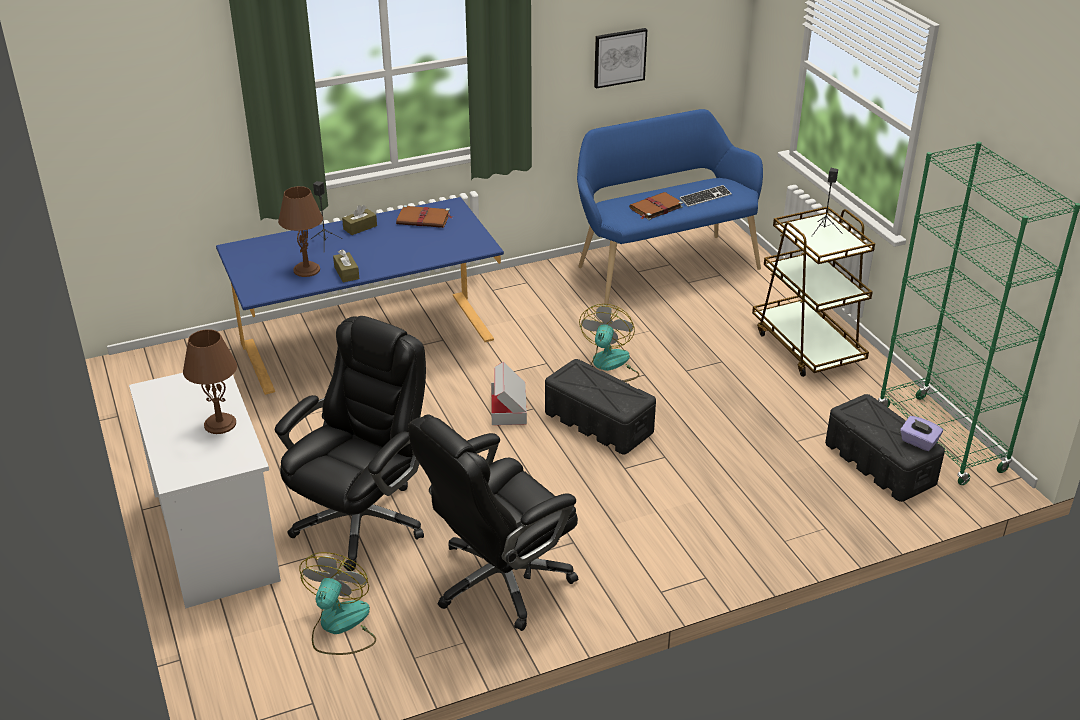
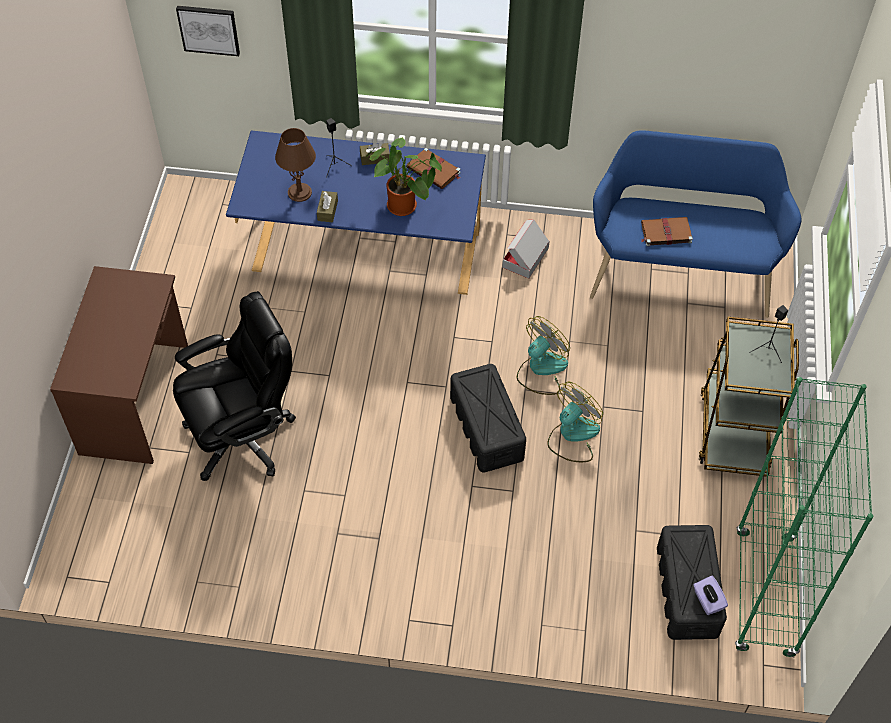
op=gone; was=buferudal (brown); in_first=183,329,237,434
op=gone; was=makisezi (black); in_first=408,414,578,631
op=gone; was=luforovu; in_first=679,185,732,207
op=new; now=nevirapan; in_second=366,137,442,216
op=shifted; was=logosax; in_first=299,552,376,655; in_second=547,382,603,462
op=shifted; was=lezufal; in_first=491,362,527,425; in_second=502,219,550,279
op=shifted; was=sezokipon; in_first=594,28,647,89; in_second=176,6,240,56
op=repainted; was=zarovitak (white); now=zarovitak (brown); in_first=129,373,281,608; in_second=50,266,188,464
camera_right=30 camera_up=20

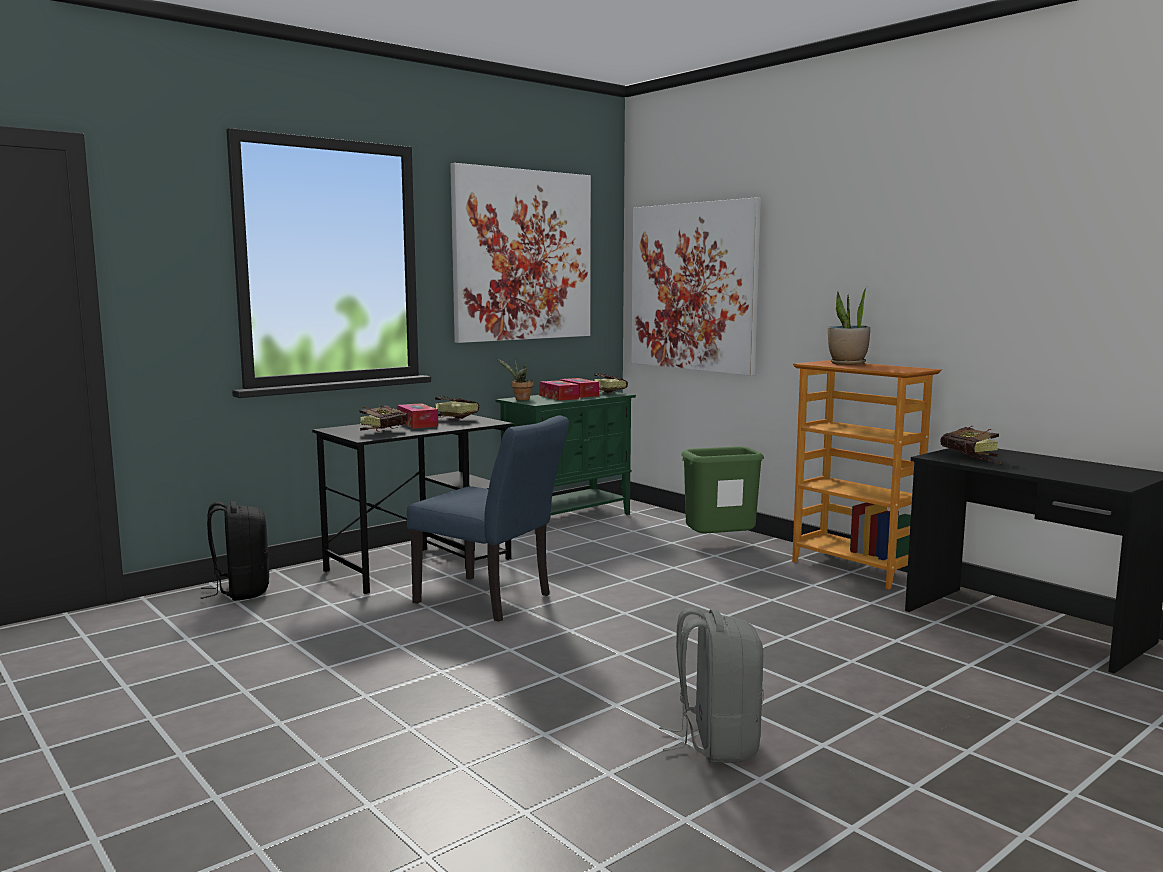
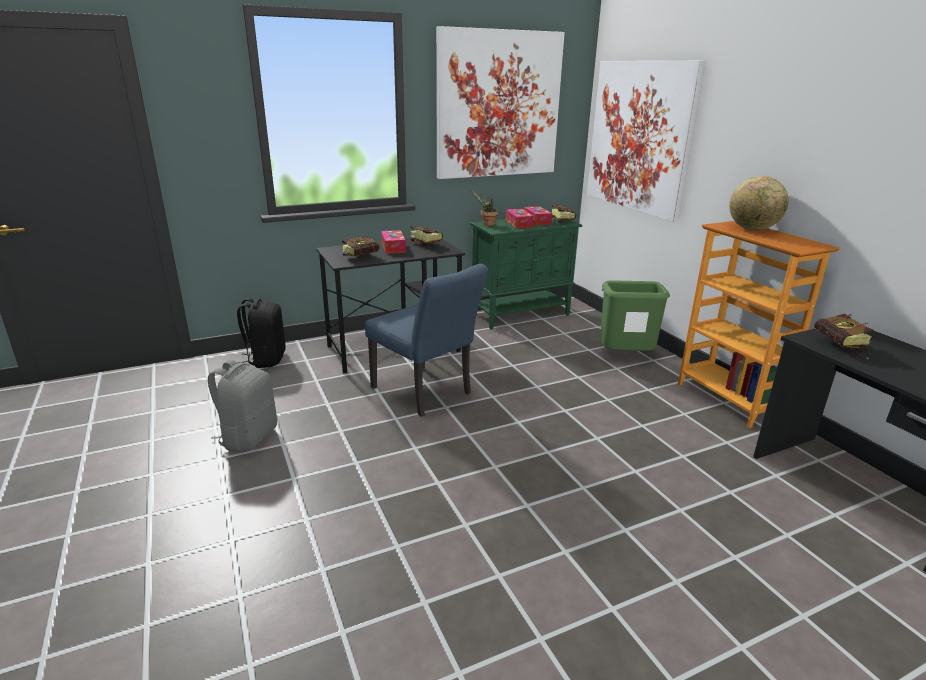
op=shifted; was=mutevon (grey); in_first=659,607,764,763; in_second=208,360,277,452
op=swapped; was=nevirapan; now=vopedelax; in_first=828,286,870,365; in_second=729,176,789,230
camera_right=15 camera_up=15

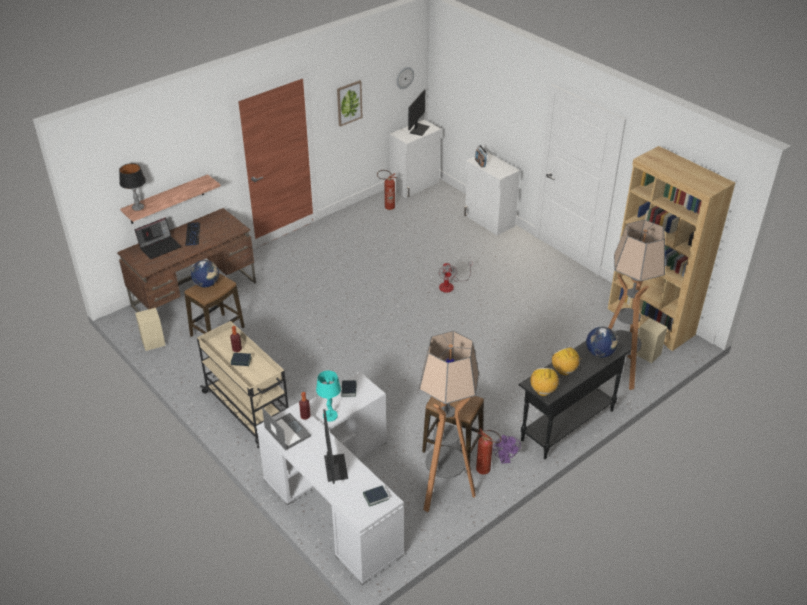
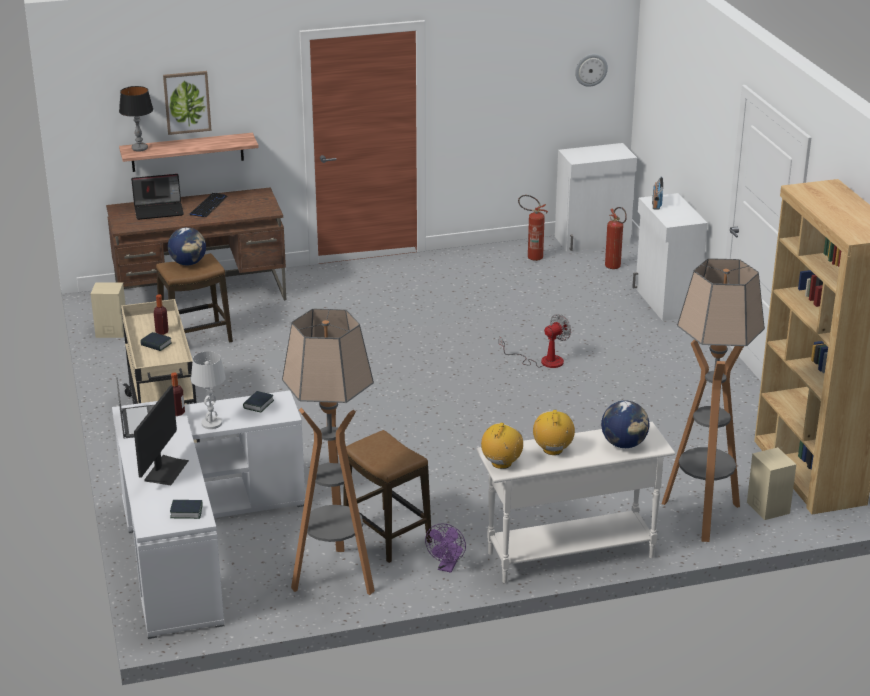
op=gone; was=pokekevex; in_first=408,89,430,136
op=shifted; was=sezokipon; in_first=337,80,362,127; in_second=163,71,212,135
op=shifted; was=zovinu; in_first=476,428,501,475; in_second=605,207,627,269
op=repainted; was=buferudal (turquoise); now=buferudal (white); in_first=316,371,341,422; in_second=191,351,226,429
op=repainted; was=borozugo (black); now=borozugo (white); in_first=519,341,631,459; in_second=476,422,675,583
op=rotated; was=logosax; in_first=438,261,472,293; in_second=499,314,571,368; clockwise=-150
camera_right=25 camera_up=-10

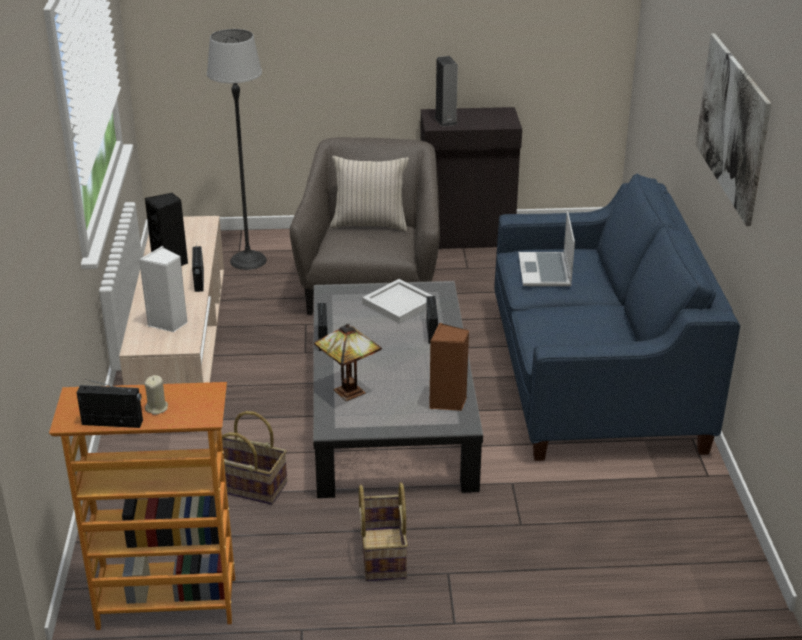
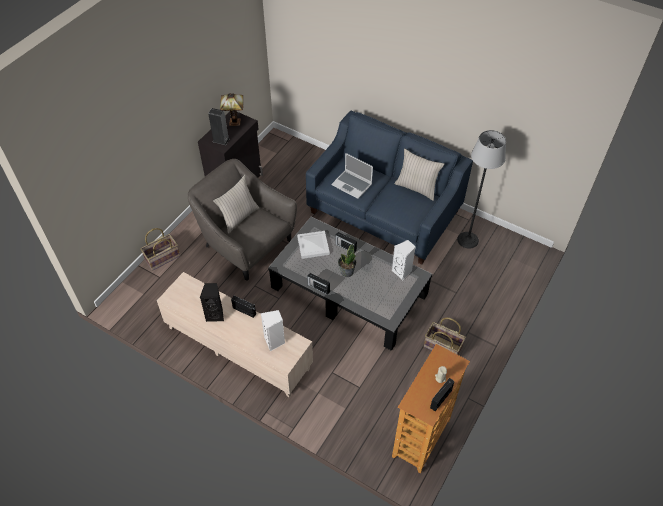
op=gone; was=sezokipon; in_first=696,33,772,226
op=new; now=nevirapan; in_second=338,243,356,277
op=new; now=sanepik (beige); in_second=395,148,444,201
op=shifted; was=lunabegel; in_first=207,29,267,270; in_second=457,130,506,249
op=shifted; was=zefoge; in_first=220,411,287,505; in_second=140,228,180,271
op=shifted; was=buferudal; in_first=314,324,382,401; in_second=220,93,243,126
op=repainted; was=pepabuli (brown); now=pepabuli (white); in_first=429,323,469,411; in_second=391,240,416,281
camera_right=-55 camera_up=20

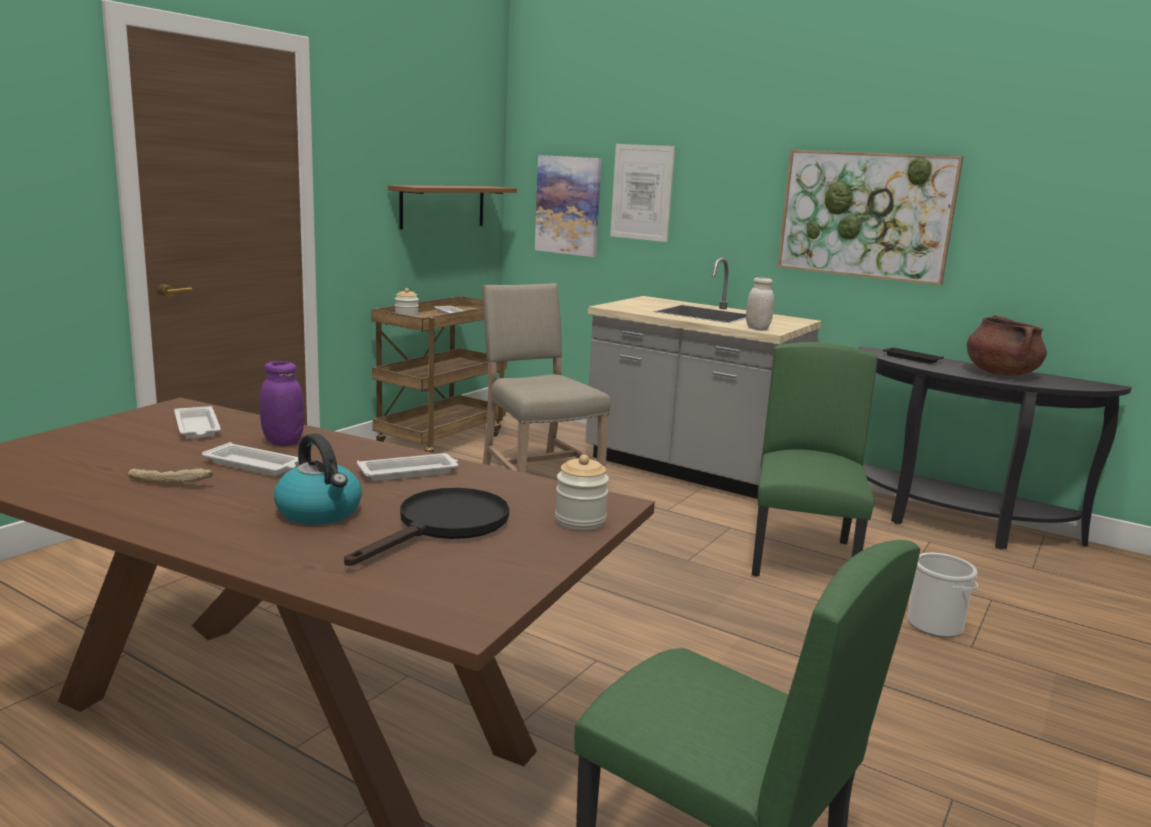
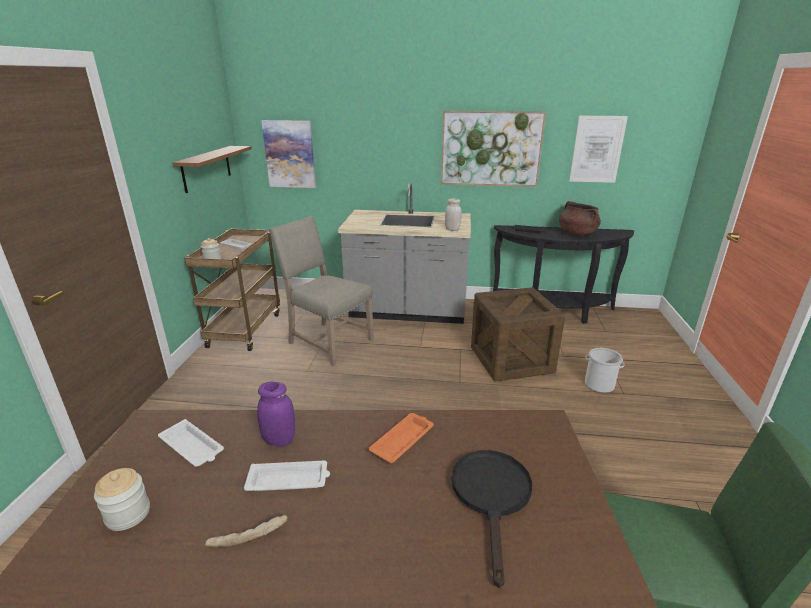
op=gone; was=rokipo; in_first=274,433,362,525
op=shifted; was=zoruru; in_first=555,455,609,530; in_second=94,468,150,531
op=shifted; was=sezokipon; in_first=610,144,675,242; in_second=569,116,628,183
op=swapped; was=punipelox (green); now=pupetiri; in_first=752,342,878,576; in_second=471,287,565,382
op=repainted; was=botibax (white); now=botibax (orange); in_first=357,453,458,481; in_second=369,413,434,463
camera_right=-25 camera_up=10

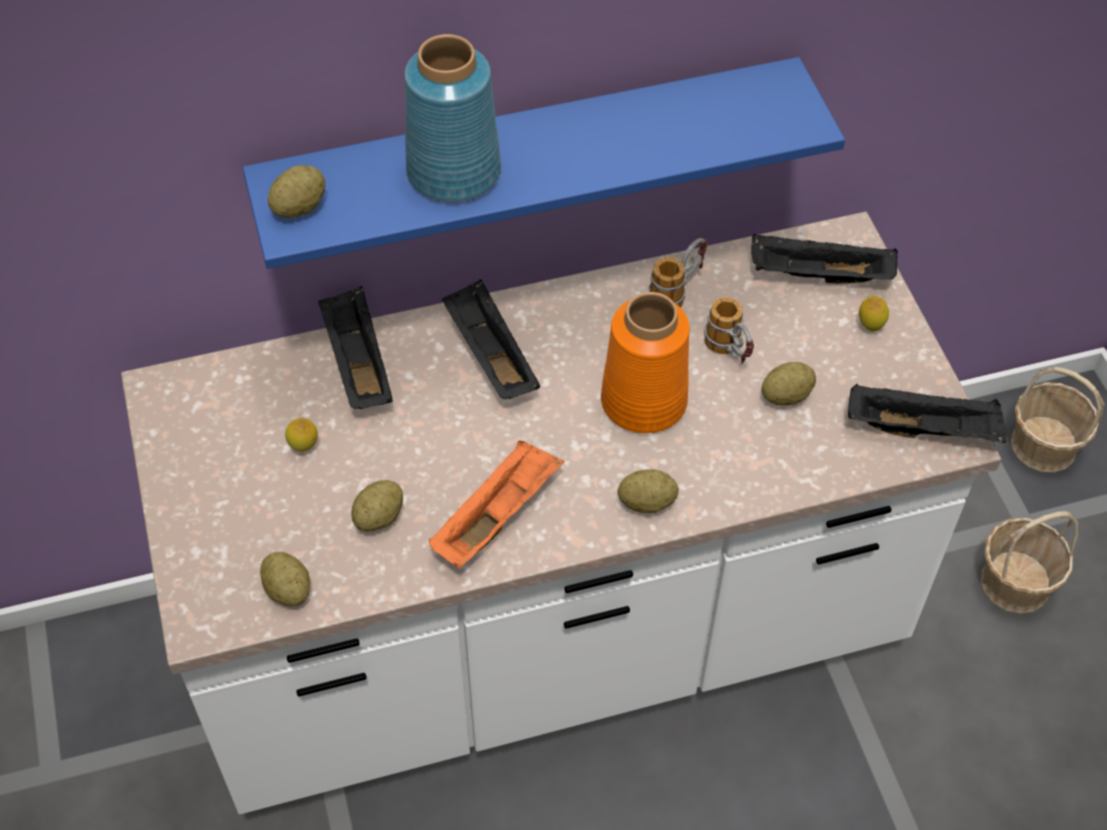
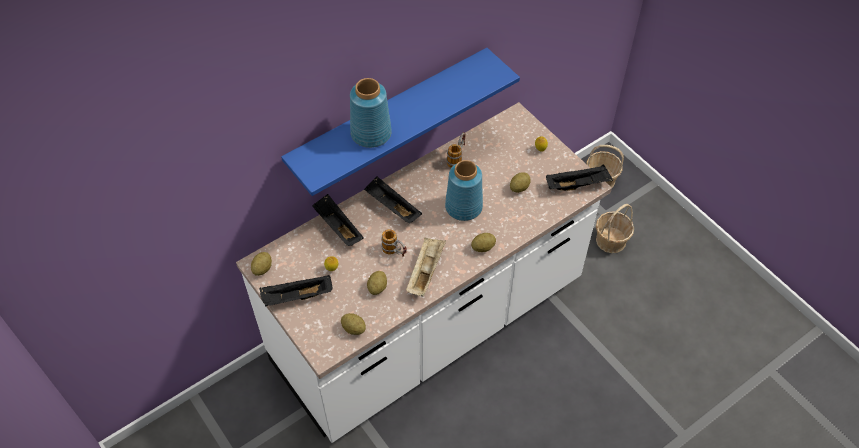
op=shifted; was=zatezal; in_first=268,165,325,218; in_second=251,252,272,276
op=shifted; was=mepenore; in_first=704,297,754,364; in_second=381,229,407,257
op=shifted; was=botibax (black); in_first=751,234,898,284; in_second=260,275,333,307
op=repainted; was=botibax (orange); now=botibax (beige); in_first=429,440,564,568; in_second=406,238,446,297
op=repainted; was=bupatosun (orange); now=bupatosun (blue); in_first=601,292,690,433; in_second=445,160,483,221
camera_right=-20 camera_up=0

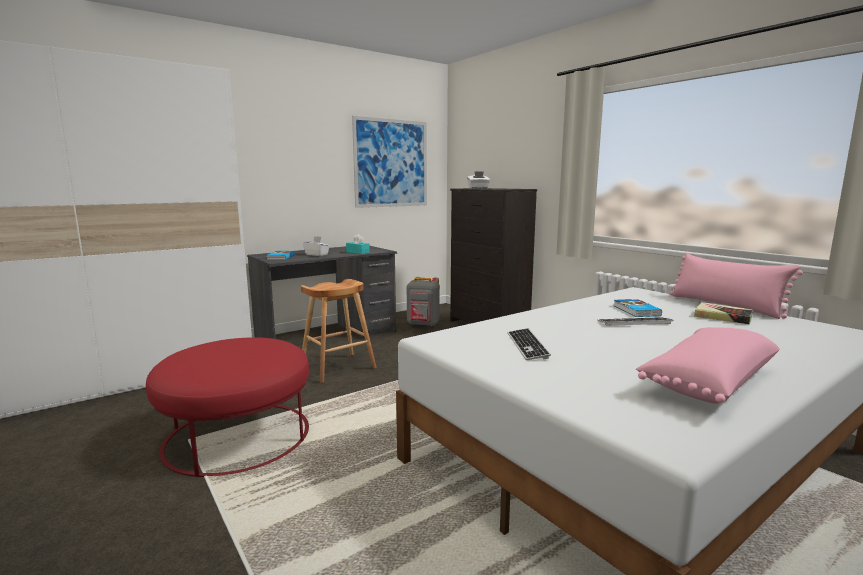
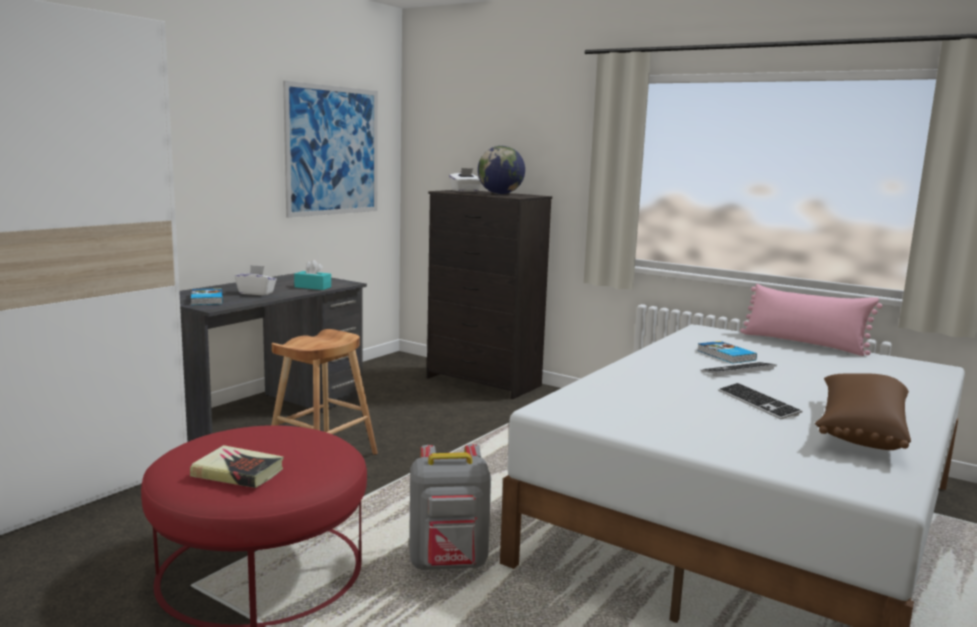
op=new; now=vopedelax; in_second=478,146,525,194
op=shifted; was=mutevon (grey); in_first=407,277,440,326; in_second=409,444,491,570
op=shifted; was=luforovu; in_first=508,328,551,360; in_second=718,383,802,419
op=shifted; was=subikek; in_first=694,302,753,324; in_second=190,445,284,488
op=repainted; was=sanepik (pink); now=sanepik (brown); in_first=636,327,780,404; in_second=815,373,911,450
camera_right=-20 camera_up=0

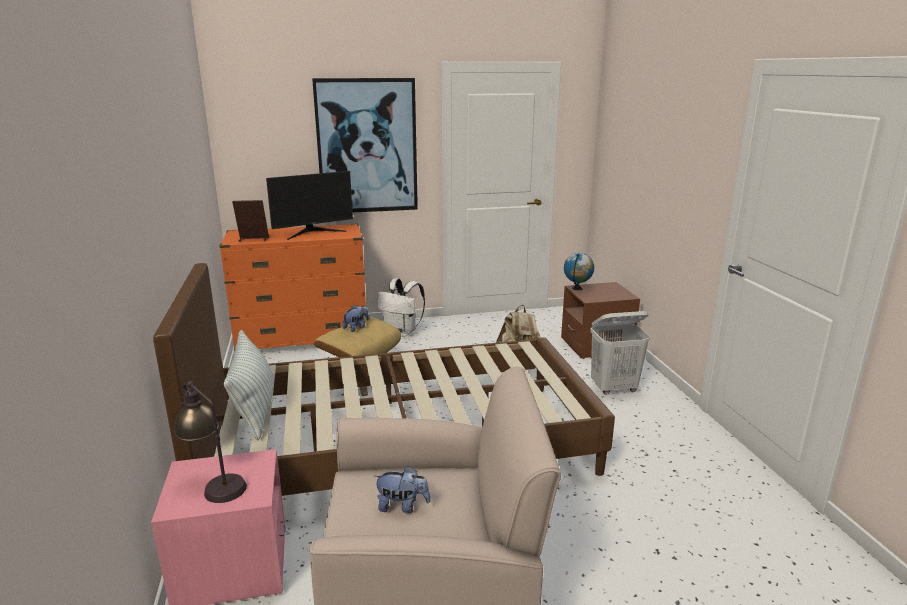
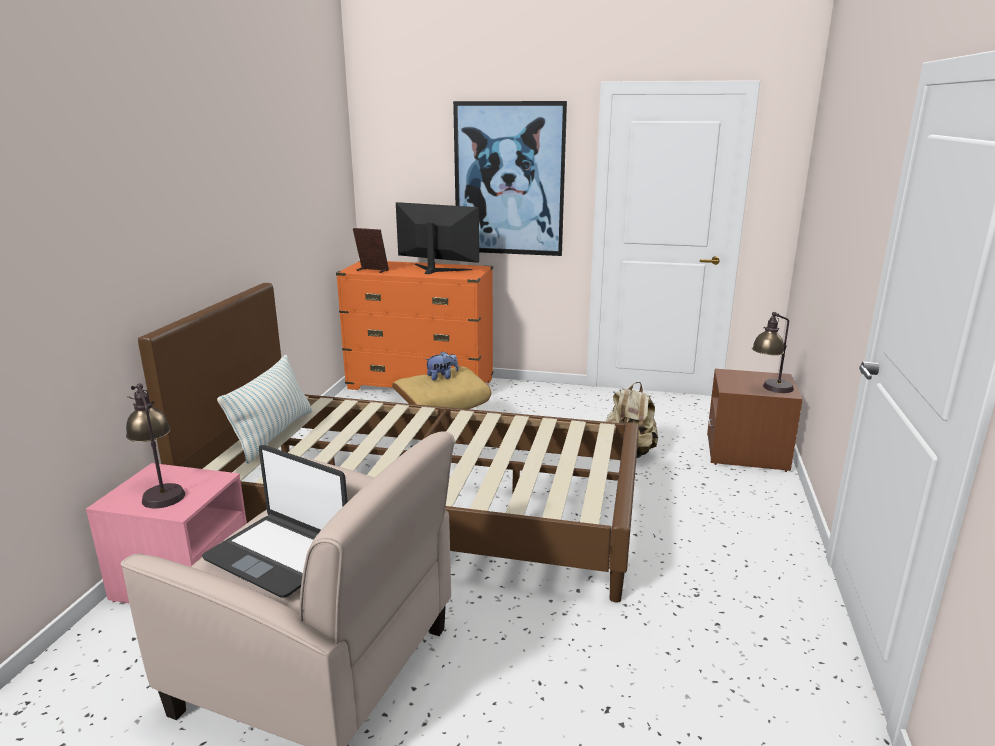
op=gone; was=mutevon (white); in_first=377,278,425,337
op=gone; was=vopedelax; in_first=564,253,594,290
op=gone; was=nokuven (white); in_first=590,311,650,395
op=new; now=buferudal; in_second=752,312,794,393
op=swapped; was=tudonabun; now=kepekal; in_first=374,466,430,513; in_second=202,445,347,598
op=rotated; was=pokekevex; in_first=266,171,353,240; in_second=396,202,479,274; clockwise=-150
camera_right=25 camera_up=0

